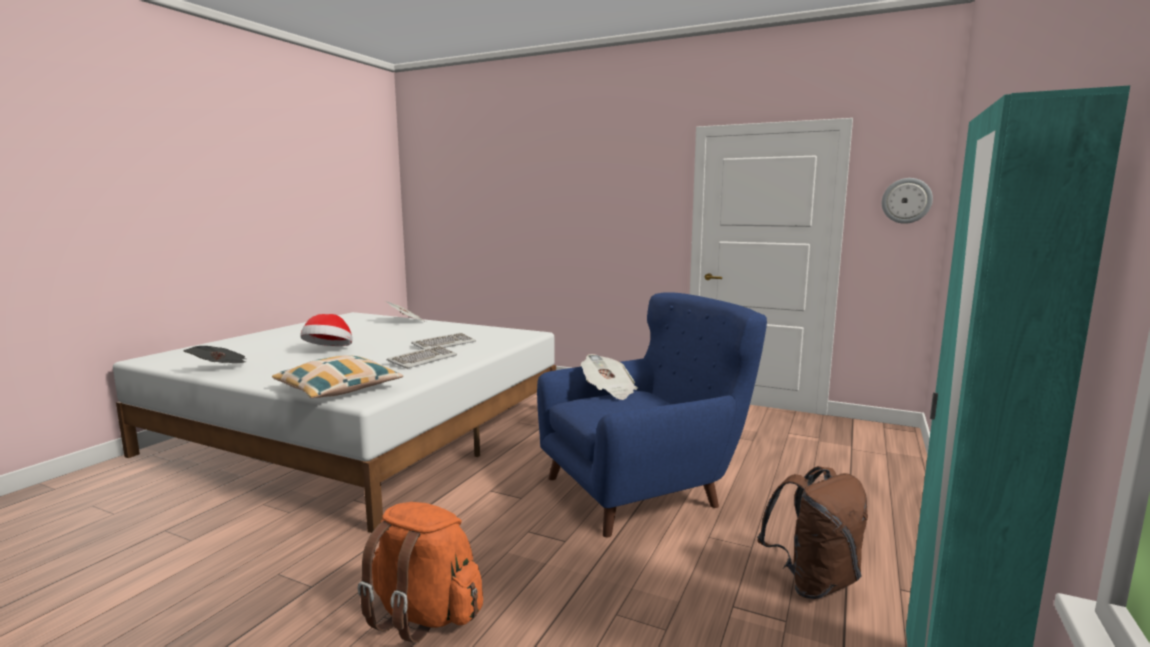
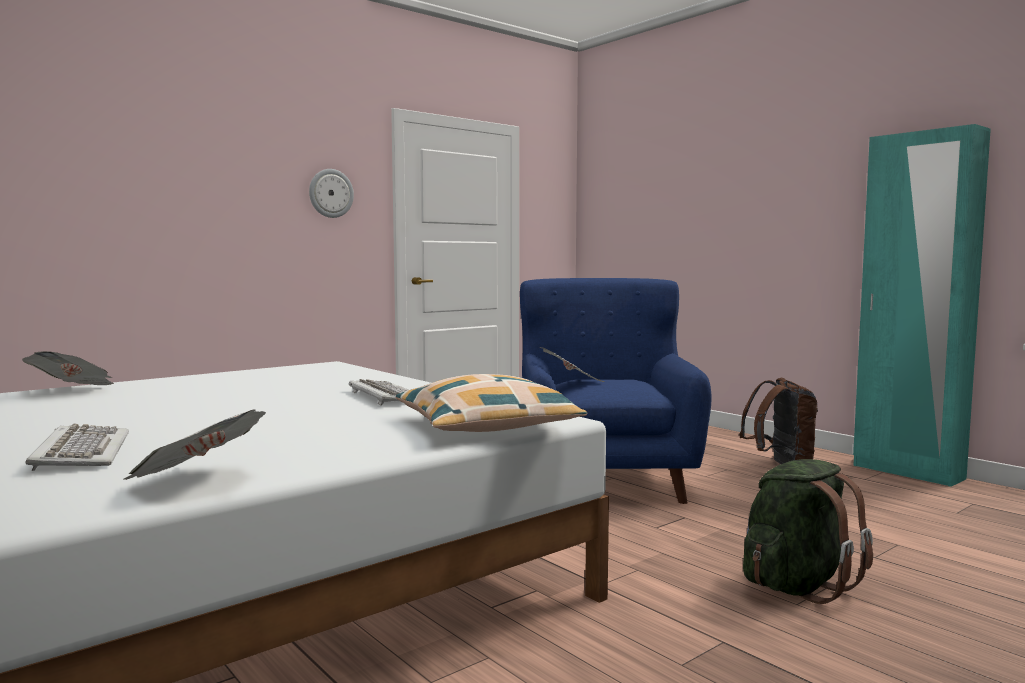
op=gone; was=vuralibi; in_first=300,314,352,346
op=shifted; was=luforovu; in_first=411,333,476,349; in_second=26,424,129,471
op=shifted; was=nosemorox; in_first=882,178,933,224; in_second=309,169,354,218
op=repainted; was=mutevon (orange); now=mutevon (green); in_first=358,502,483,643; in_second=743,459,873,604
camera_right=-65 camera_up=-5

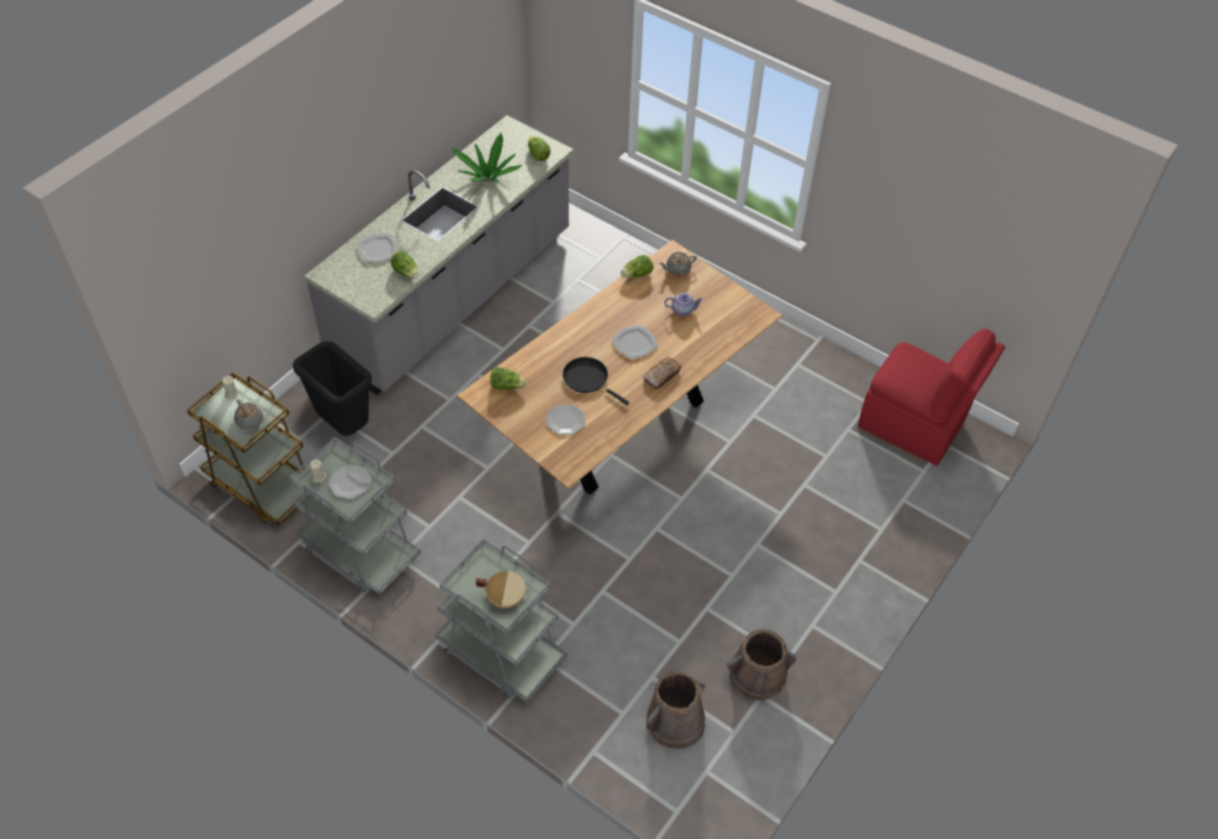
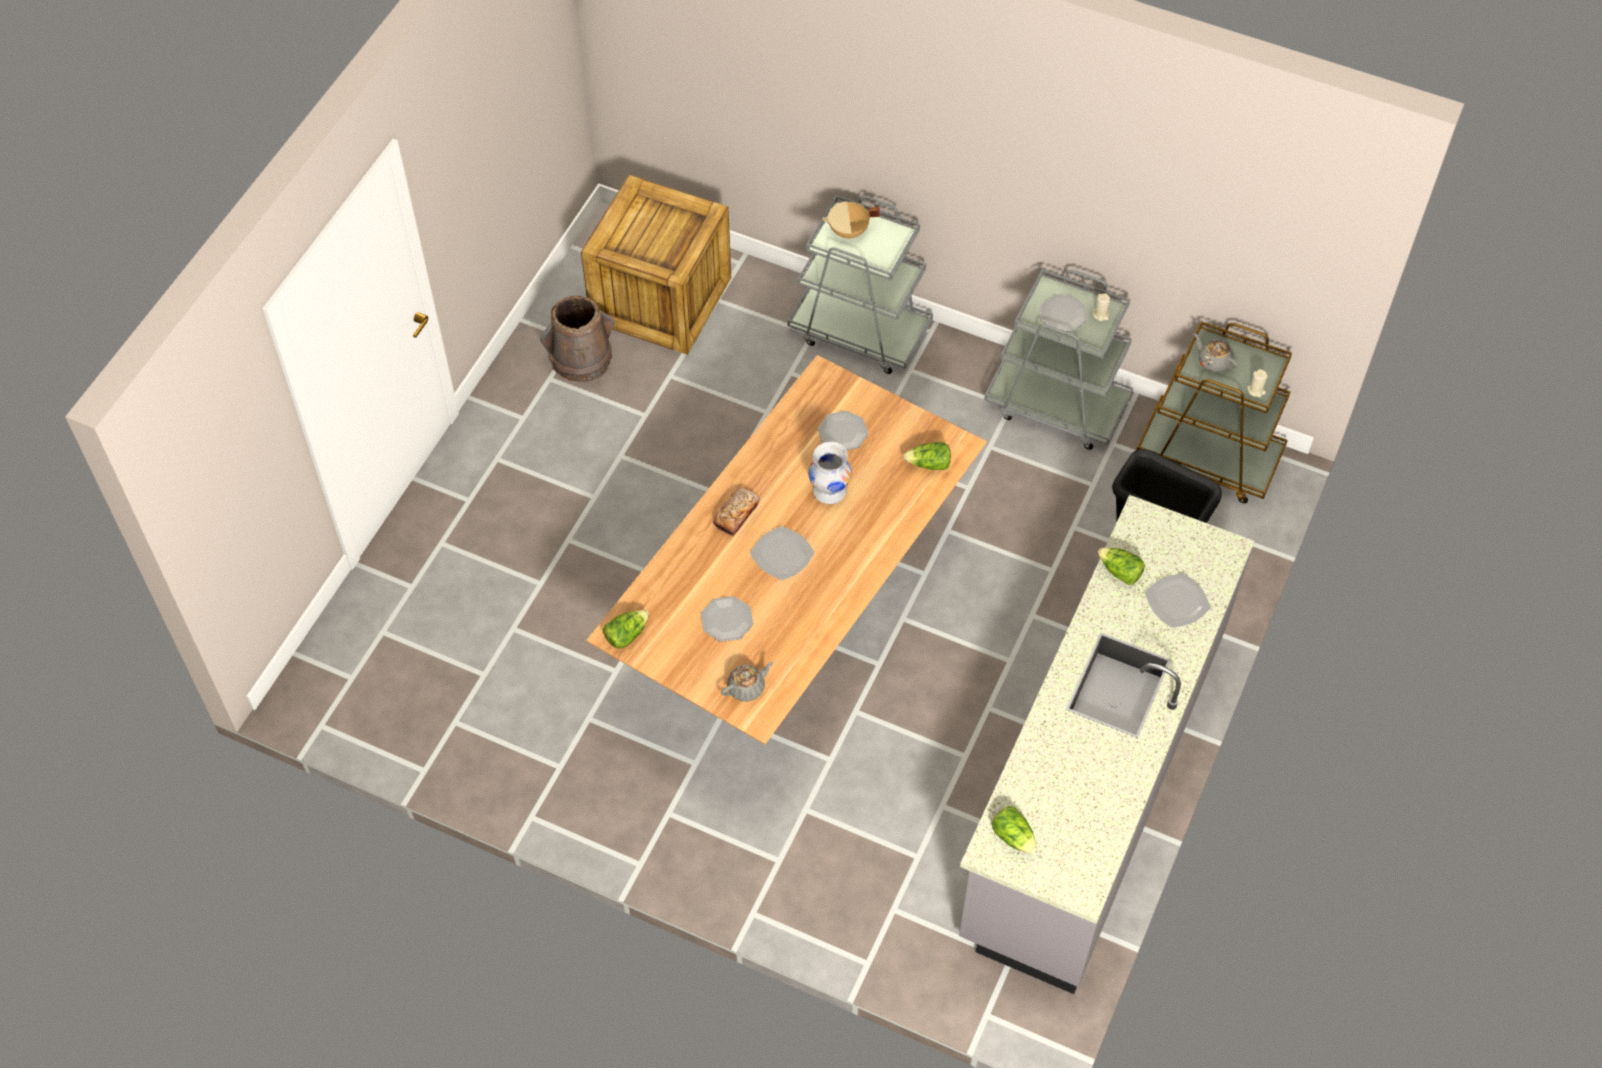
op=gone; was=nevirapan; in_first=451,133,522,182
op=gone; was=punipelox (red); in_first=858,329,1005,466
op=shifted; was=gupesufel; in_first=620,255,653,278; in_second=603,610,649,648
op=swapped; was=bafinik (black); now=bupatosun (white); in_first=563,357,629,405; in_second=808,442,852,504
op=swapped; was=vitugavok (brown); now=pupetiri; in_first=646,671,705,749; in_second=581,175,731,355
op=swapped; was=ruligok; now=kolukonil; in_first=665,293,703,316; in_second=701,596,753,642
camera_right=170 camera_up=5

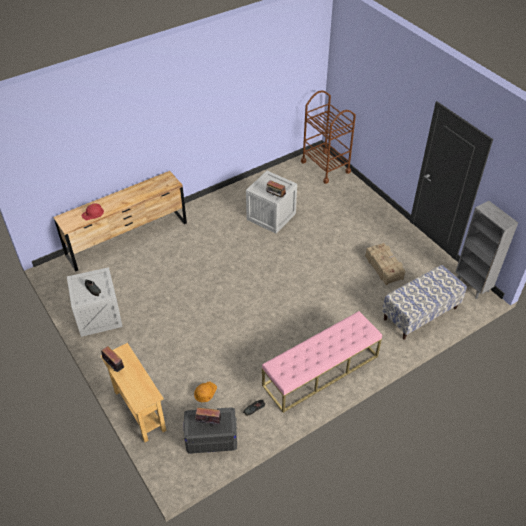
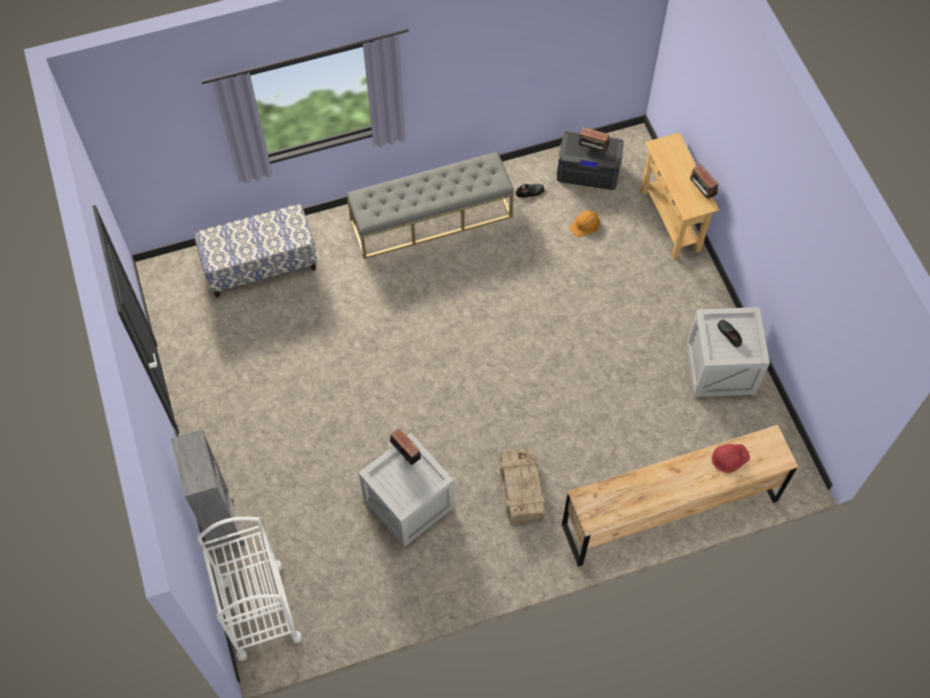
op=shifted; was=pupetiri; in_first=365,243,405,285; in_second=500,447,545,525
op=shifted; was=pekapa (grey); in_first=456,201,518,299; in_second=171,429,245,554
op=repainted; was=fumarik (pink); now=fumarik (grey); in_first=262,311,382,413; in_second=347,152,514,259
op=repainted; was=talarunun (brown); now=talarunun (white); in_first=301,90,356,184; in_second=197,517,302,661
camera_right=-165 camera_up=15

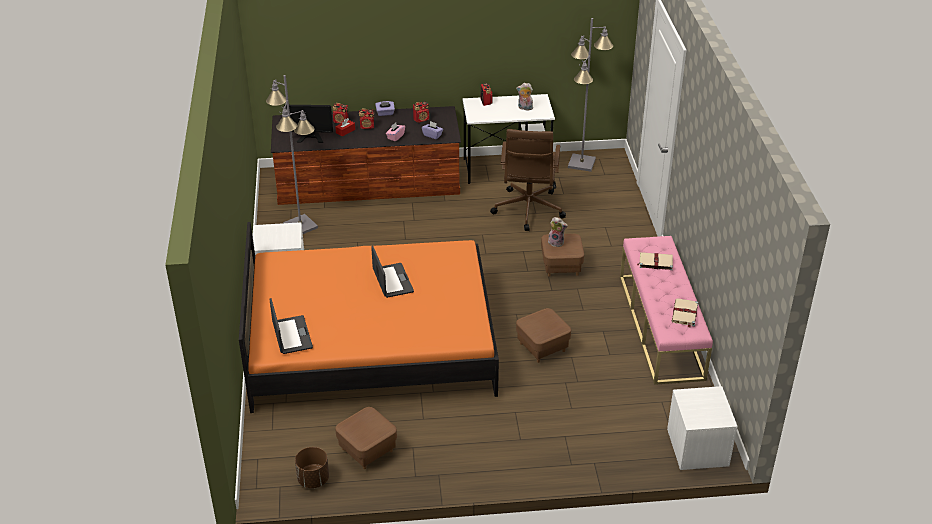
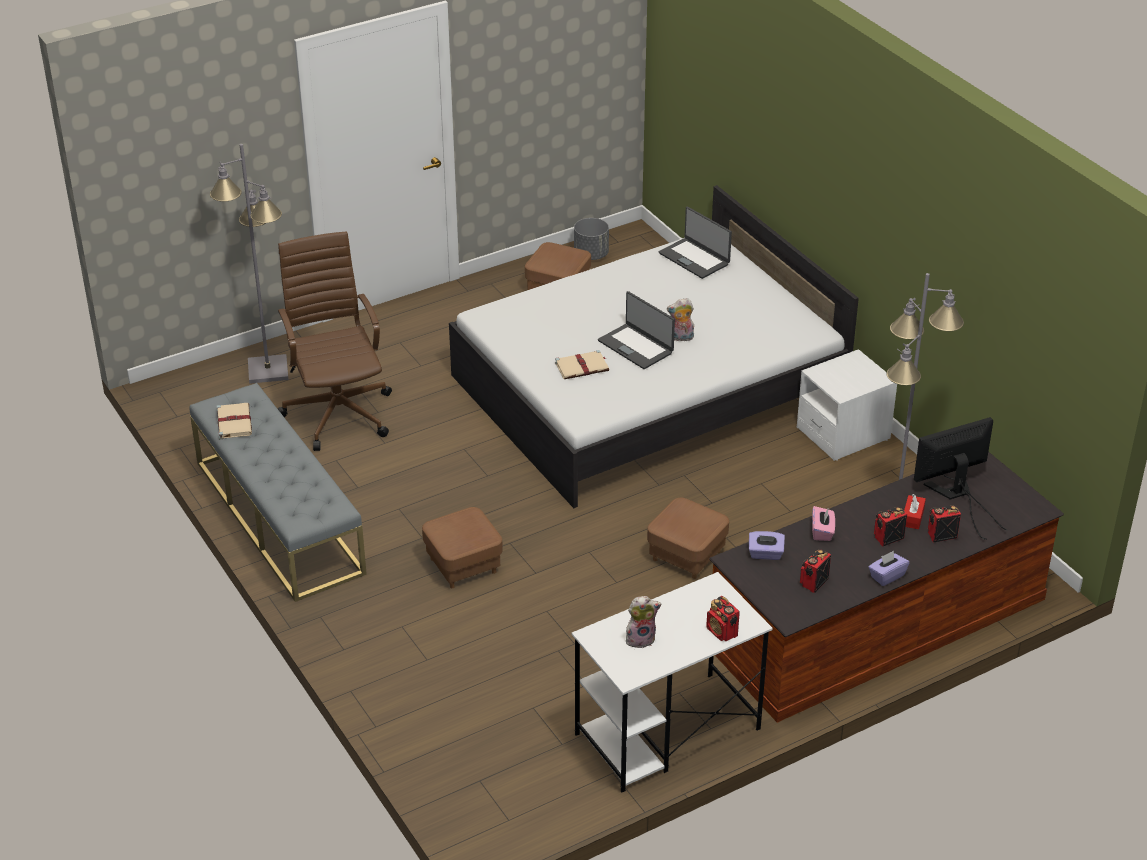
op=gone; was=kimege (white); in_first=667,386,738,470
op=shifted; was=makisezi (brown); in_first=490,129,566,231; in_second=278,231,392,451
op=shifted; was=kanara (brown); in_first=516,308,571,363; in_second=647,498,729,579
op=shifted; was=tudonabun; in_first=548,217,568,247; in_second=667,298,694,341
op=shifted; was=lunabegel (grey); in_first=568,18,613,172; in_second=210,144,289,384
op=shifted; was=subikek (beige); in_first=637,252,673,270; in_second=555,350,609,379
op=repainted; was=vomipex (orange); now=vomipex (white); in_first=239,222,499,413; in_second=449,185,859,508
op=repainted; was=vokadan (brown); now=vokadan (grey); in_first=295,447,329,488; in_second=574,218,609,260
op=repainted; was=fumarik (pink); now=fumarik (grey); in_first=620,236,713,385; in_second=189,383,367,602
camera_right=155 camera_up=0

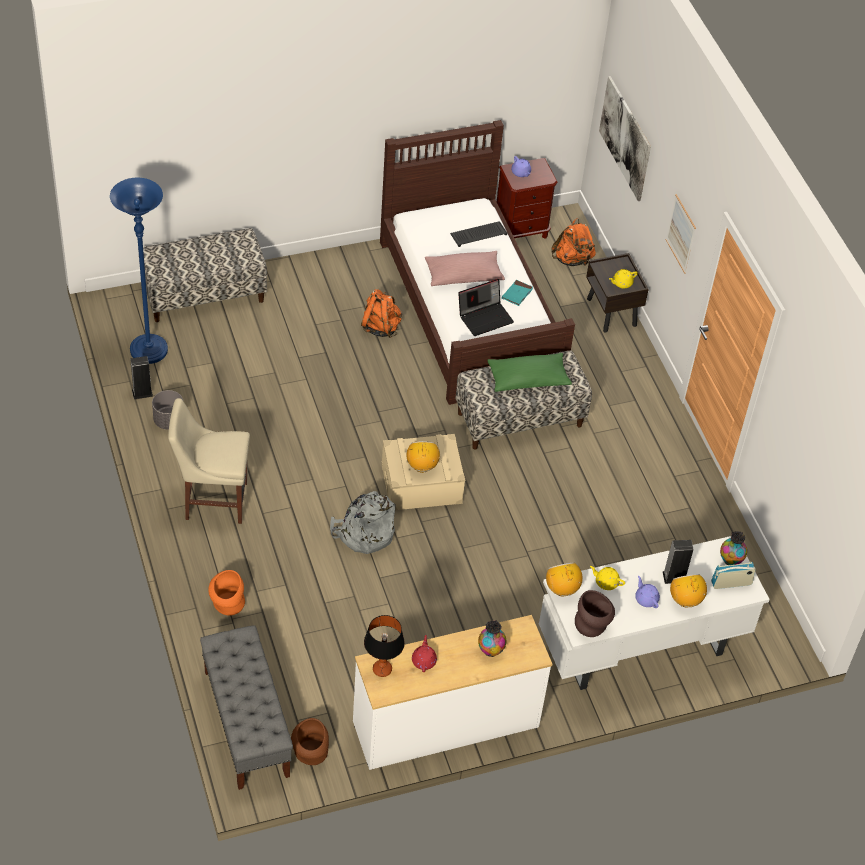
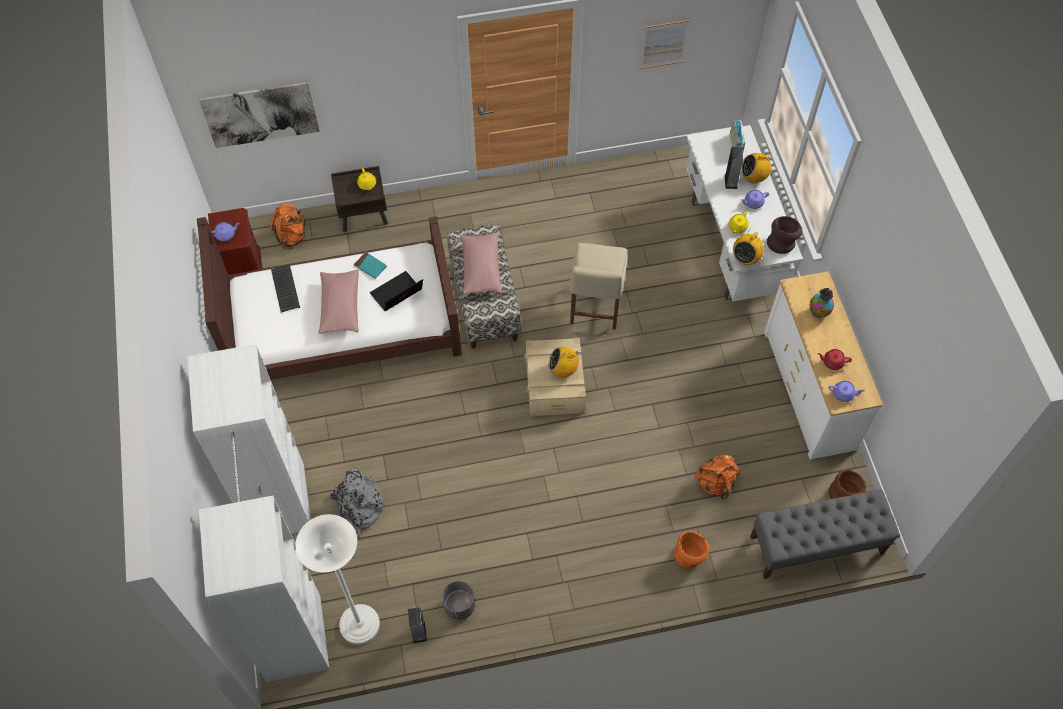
op=gone; was=bupatosun; in_first=720,532,747,565
op=shifted; was=punipelox (beige); in_first=168,398,250,524; in_second=570,243,628,329
op=shifted; was=mutevon (grey); in_first=330,491,395,554; in_second=330,467,387,539
op=shifted; was=mutevon (orange); in_first=361,289,402,338; in_second=695,454,741,499
op=shifted; was=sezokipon; in_first=666,194,696,274; in_second=640,20,690,69
op=swapped; was=fumarik; now=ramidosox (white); in_first=143,228,267,322; in_second=187,344,329,682
op=swapped; was=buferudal; now=ruligok (purple); in_first=364,615,405,677; in_second=829,381,865,402
op=repainted; was=lunabegel (blue); now=lunabegel (white); in_first=110,178,168,364; in_second=295,514,380,644
op=repainted; was=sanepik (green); now=sanepik (pink); in_first=487,353,572,392; in_second=460,233,502,295
op=rotated; was=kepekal; in_first=458,279,514,336; in_second=370,271,423,311; clockwise=-105
op=rotated; was=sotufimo; in_first=546,562,583,596; in_second=733,227,764,265; clockwise=-45
camera_right=-80 camera_up=10

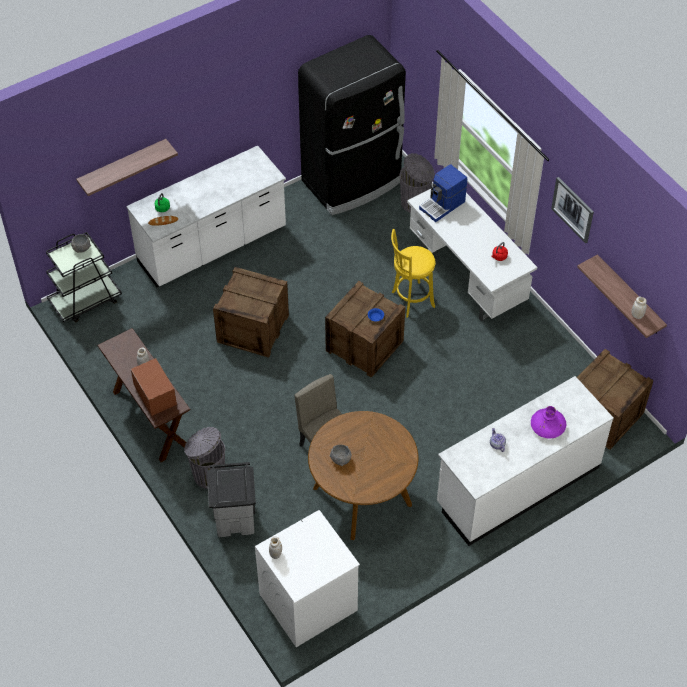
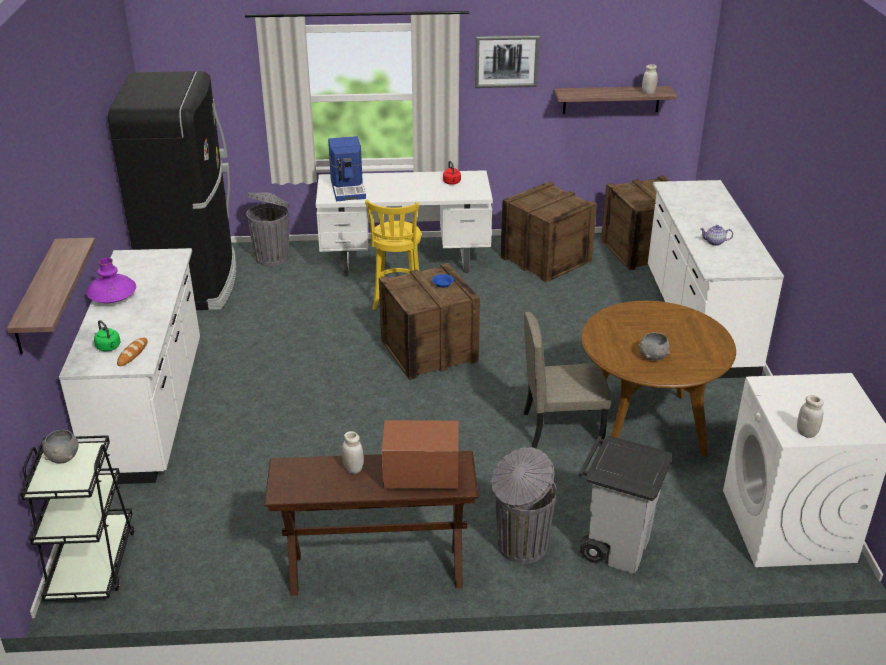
op=shifted; was=pupetiri; in_first=213,267,289,358; in_second=501,182,597,282
op=shifted; was=bupatosun (purple); in_first=531,406,566,438; in_second=86,258,136,303
camera_right=-60 camera_up=-20

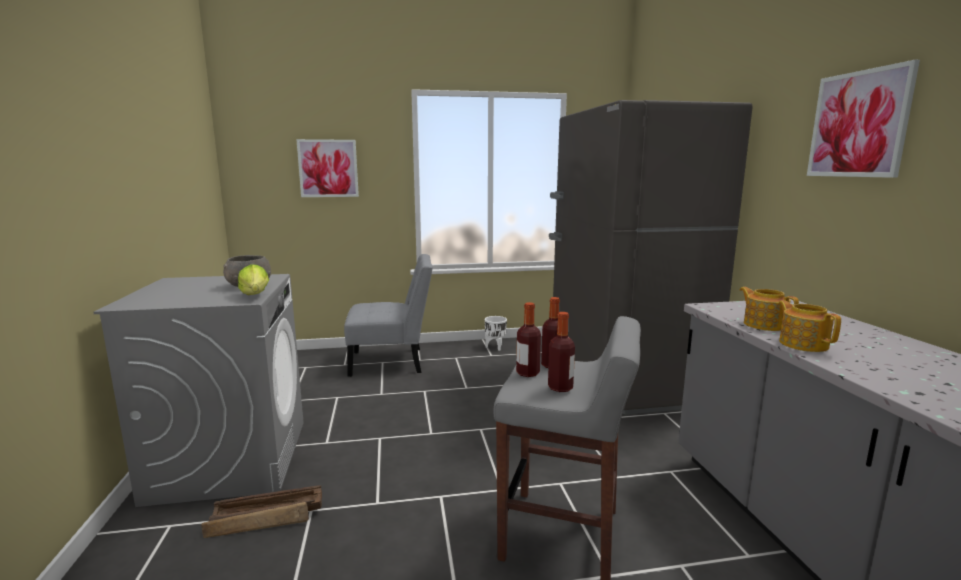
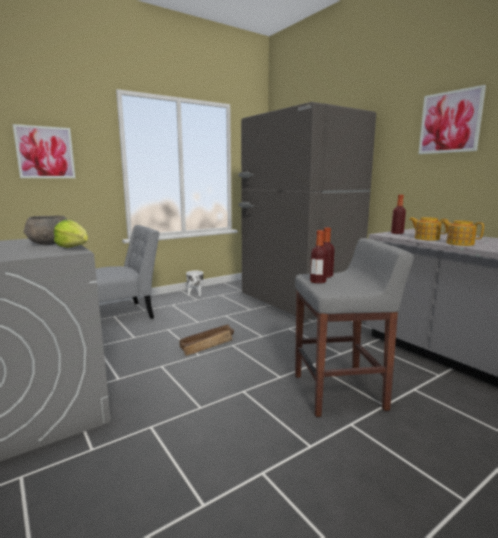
op=shifted; was=pupetiri; in_first=201,485,322,538; in_second=179,324,234,356
op=shifted; was=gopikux; in_first=548,312,575,392; in_second=391,195,406,234
camera_right=-25 camera_up=0

